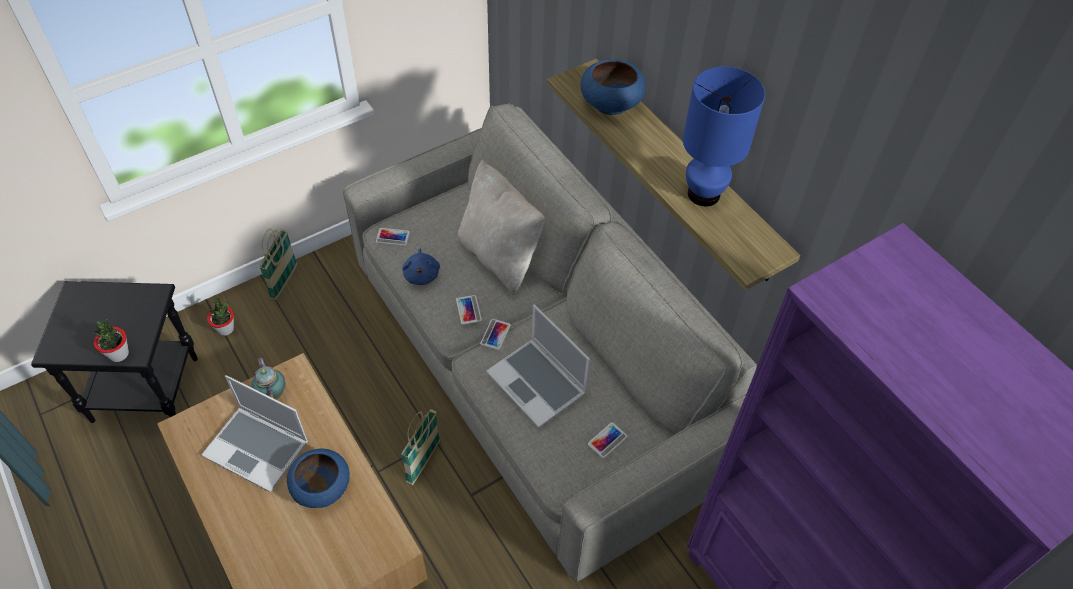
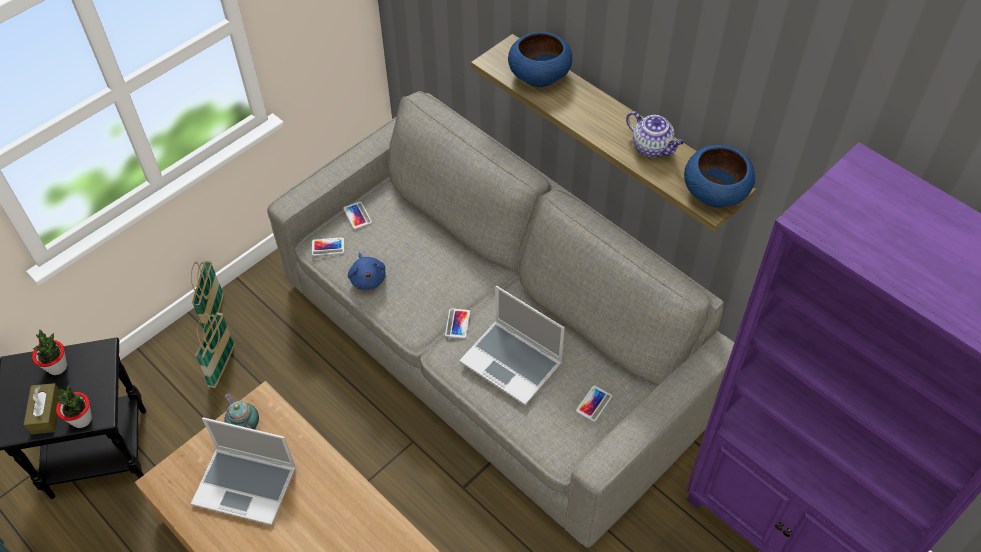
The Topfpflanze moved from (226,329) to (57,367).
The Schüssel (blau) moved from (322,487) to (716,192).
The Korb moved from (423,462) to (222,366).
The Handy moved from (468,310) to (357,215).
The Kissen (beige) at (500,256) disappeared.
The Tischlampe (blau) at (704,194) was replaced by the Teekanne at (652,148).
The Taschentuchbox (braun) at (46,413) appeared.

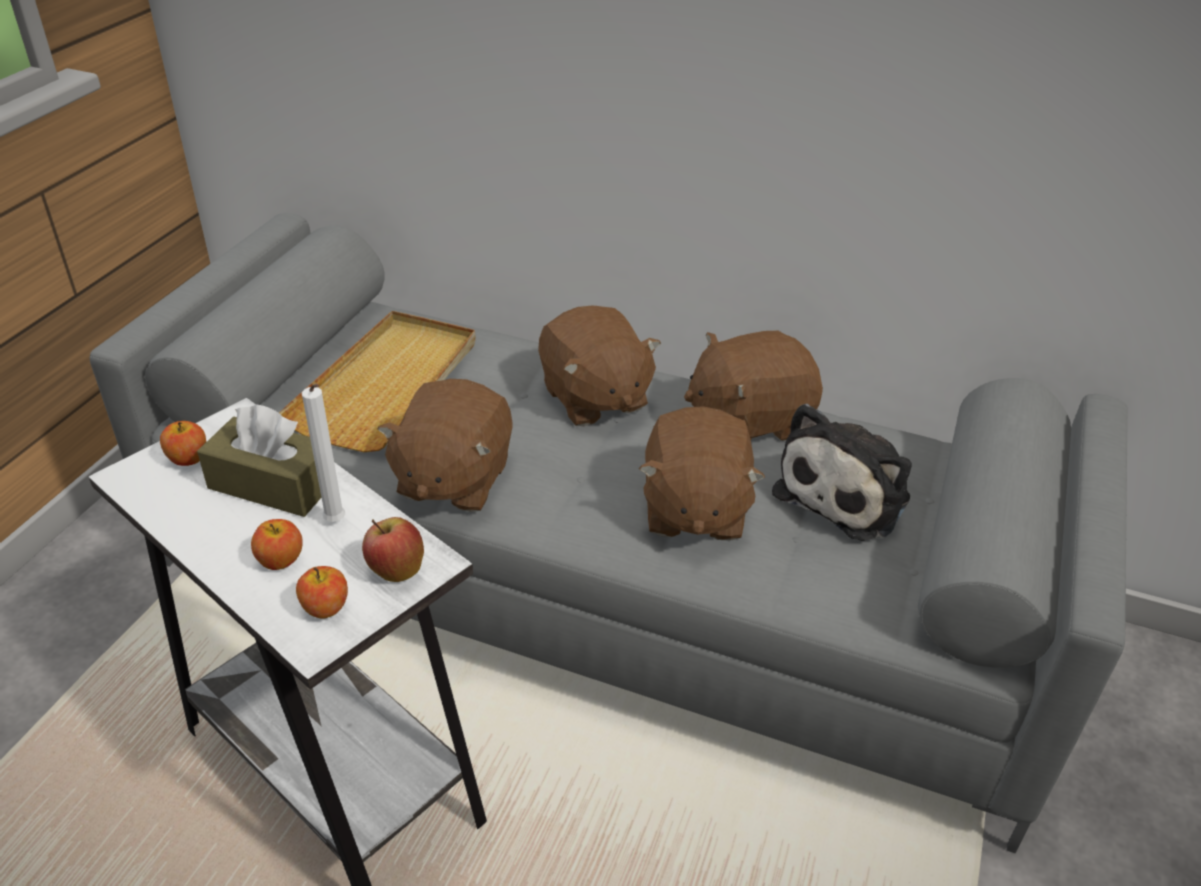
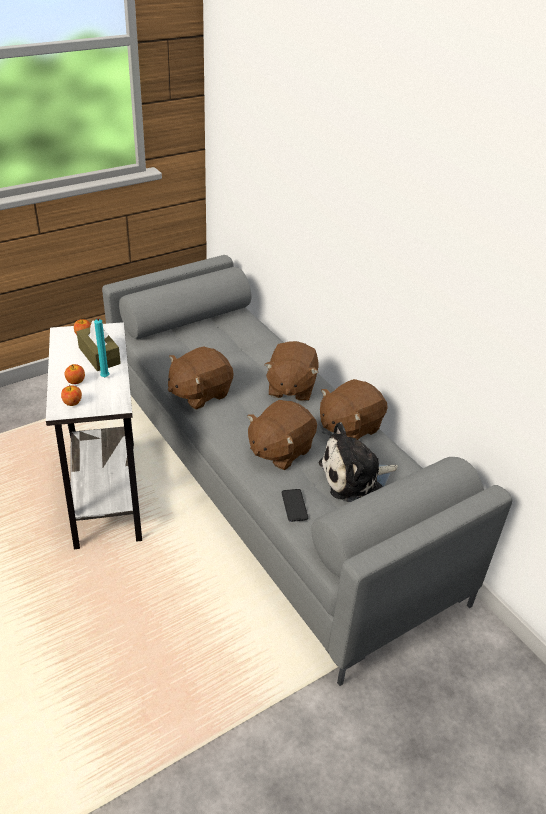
The Tablett (beige) at (388,385) disappeared.
The Kerze (weiß) at (336,523) became the Kerze (türkis) at (104,378).
The Apfel at (396,570) disappeared.
The Plüschtier (braun) at (749,419) turned 60 degrees counterclockwise.
The Handy at (294,505) appeared.

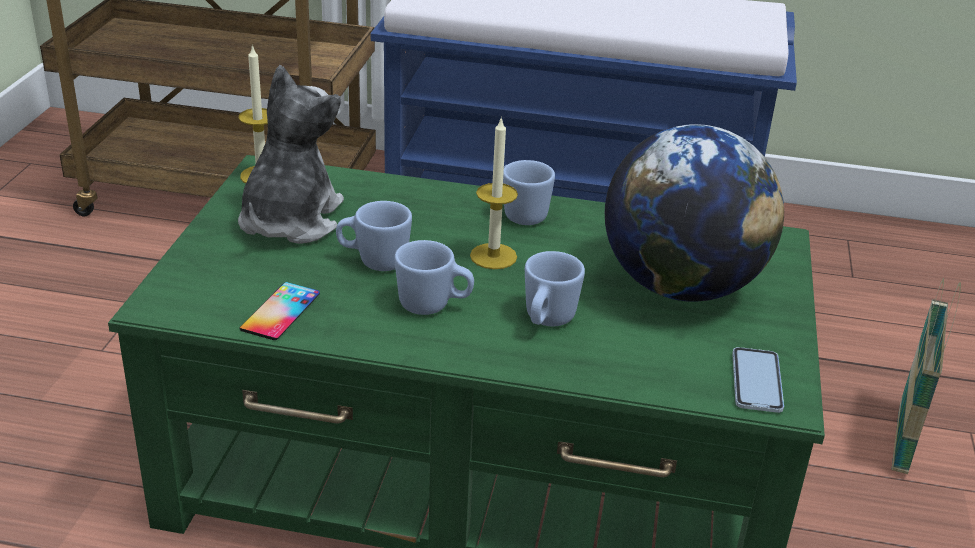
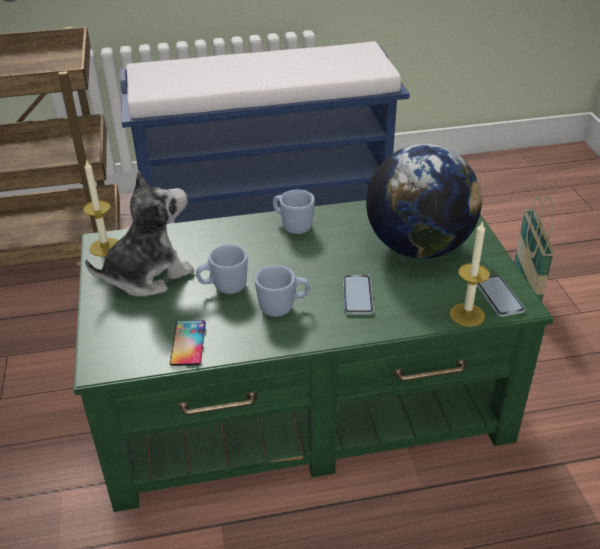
The Plüschtier at (289,220) turned 60 degrees clockwise.
The Kerze moved from (493,256) to (467,315).
The Henkelbecher (blau) at (546,321) was replaced by the Handy at (357,296).

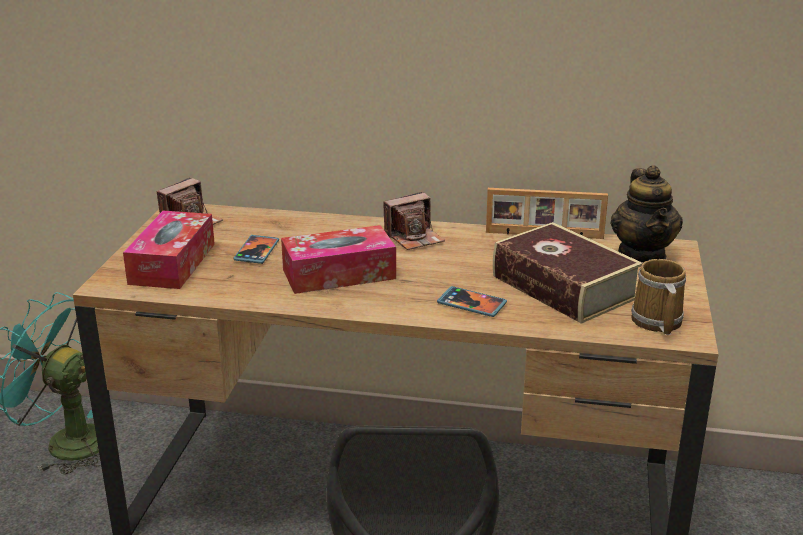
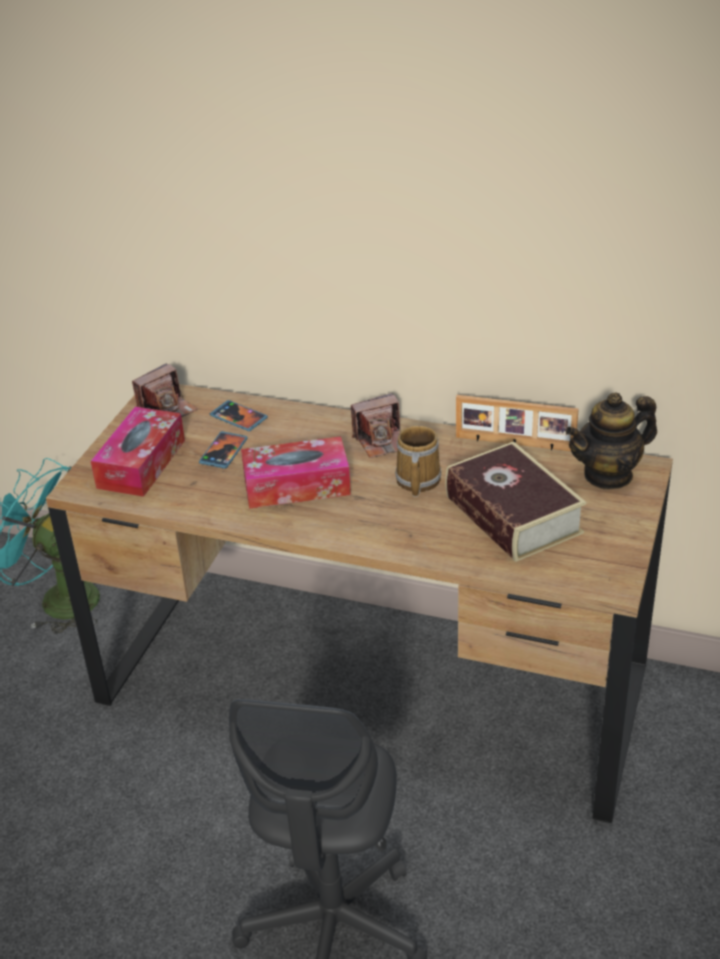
The Handy moved from (471,304) to (238,417).
The Teekanne at (643,254) turned 60 degrees clockwise.
The Henkelbecher moved from (655,322) to (416,481).

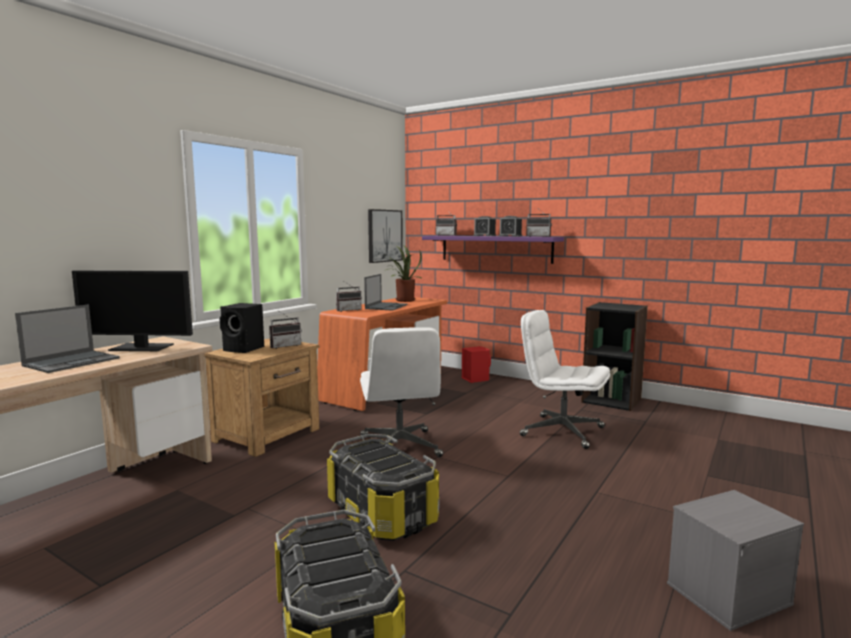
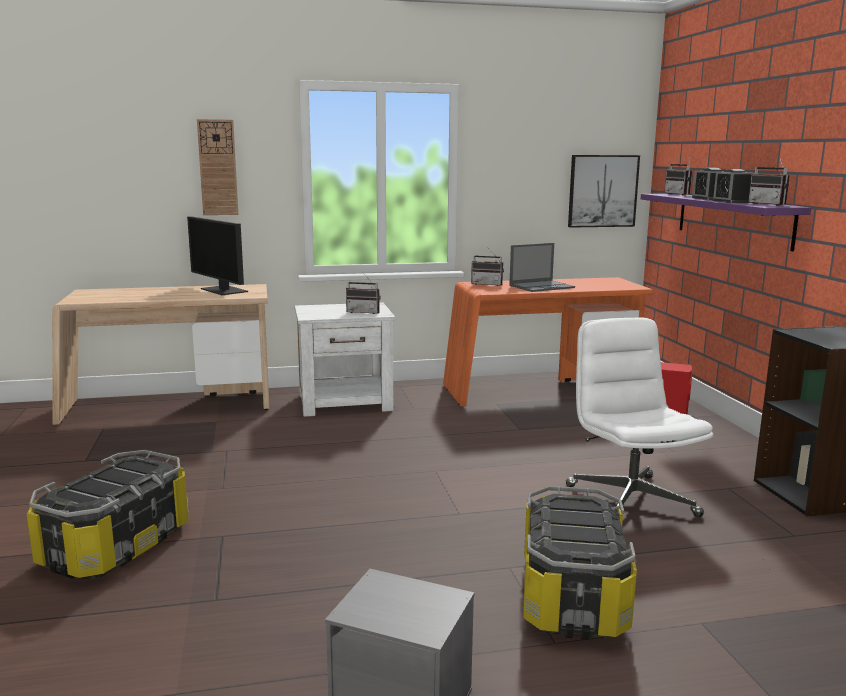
The Laptop at (72,361) disappeared.
The Nachttisch (braun) at (268,435) became the Nachttisch (weiß) at (346,402).
The Lautsprecher (schwarz) at (244,349) disappeared.
The Aufbewahrungsbox moved from (382,512) to (573,596).
The Bürostuhl (weiß) at (400,447) disappeared.
The Topfpflanze at (403,300) disappeared.
The Wanduhr at (218,167) appeared.

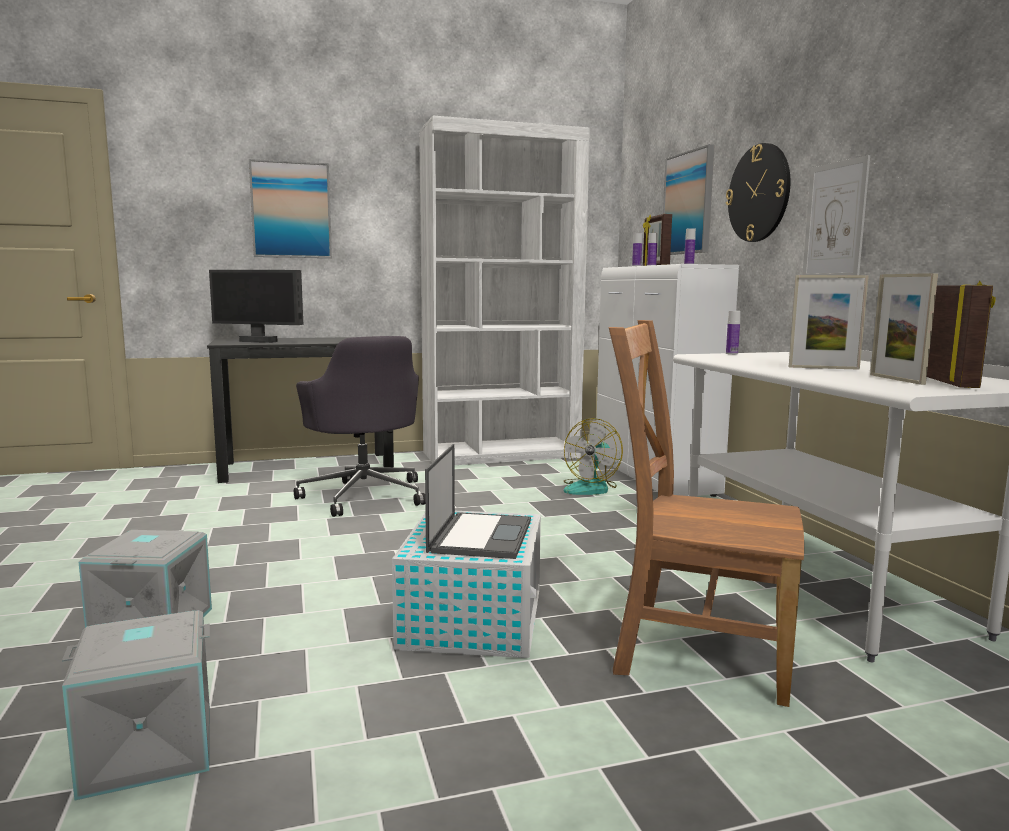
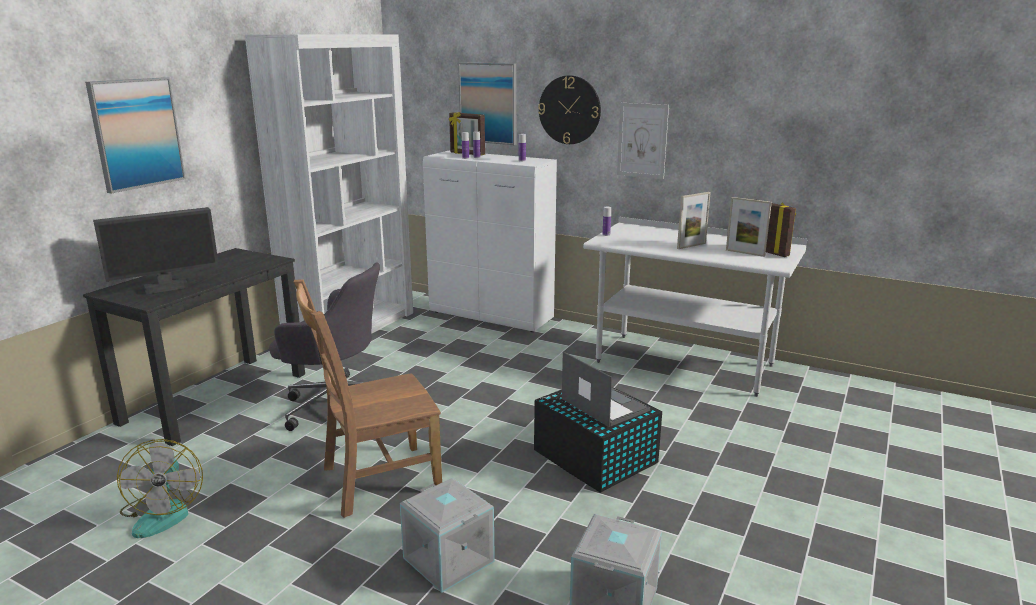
The Aufbewahrungsbox (weiß) at (473,617) became the Aufbewahrungsbox (schwarz) at (594,455).
The Ventilator moved from (591,488) to (164,512).
The Stuhl (braun) moved from (695,650) to (375,480).

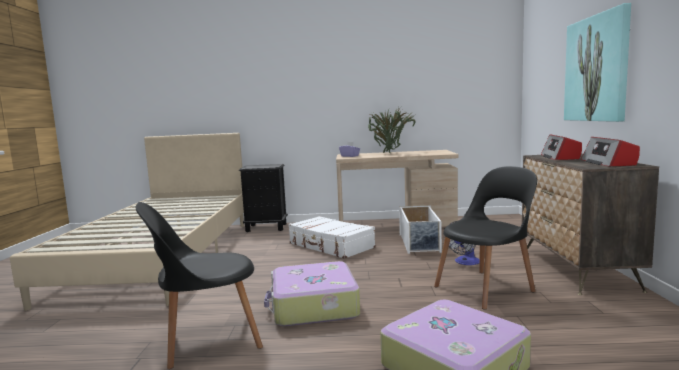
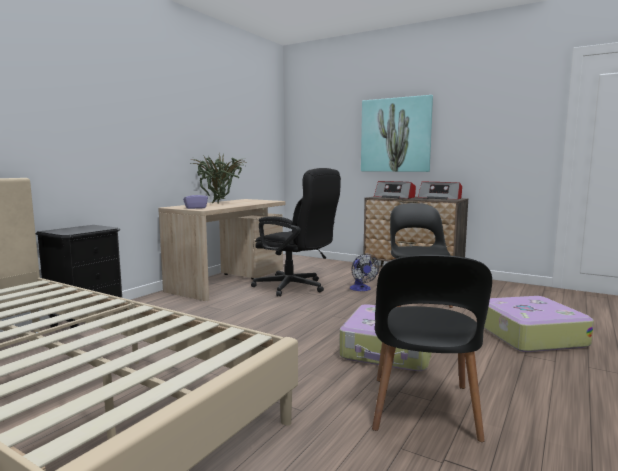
The Koffer (weiß) at (331,246) disappeared.
The Aufbewahrungsbox (weiß) at (419,243) was replaced by the Bürostuhl (schwarz) at (296,287).

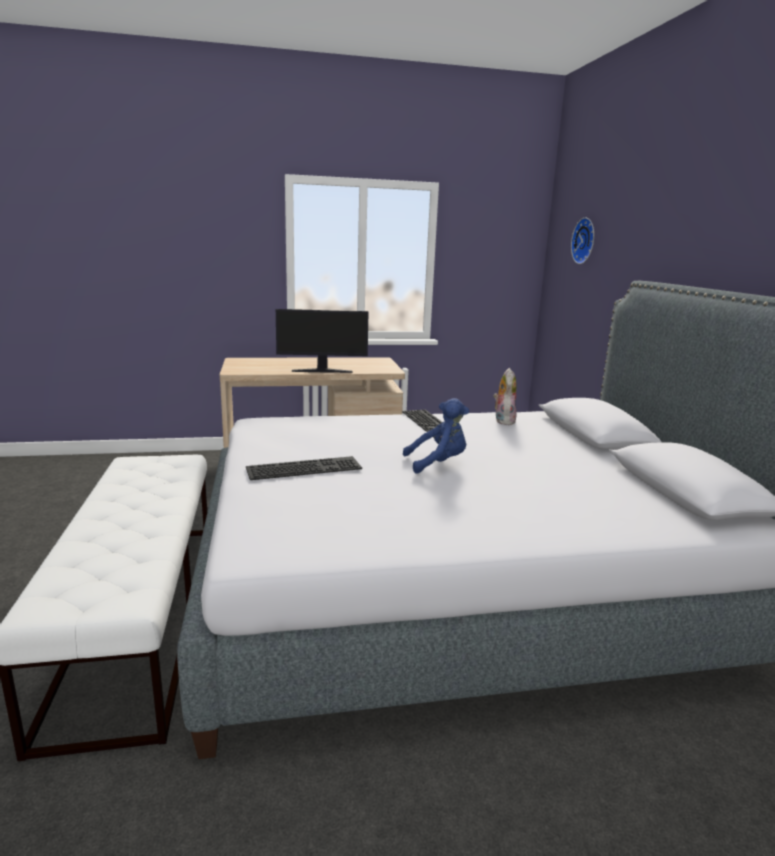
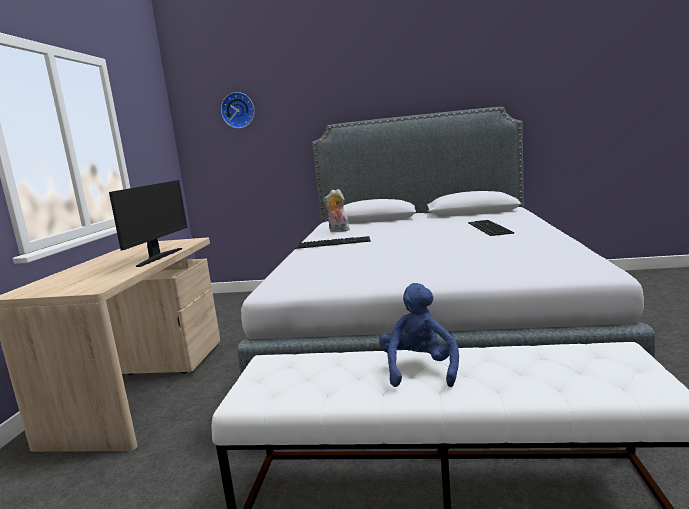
The Tastatur moved from (304,467) to (487,228).
The Plüschtier (blau) moved from (438,463) to (419,369).

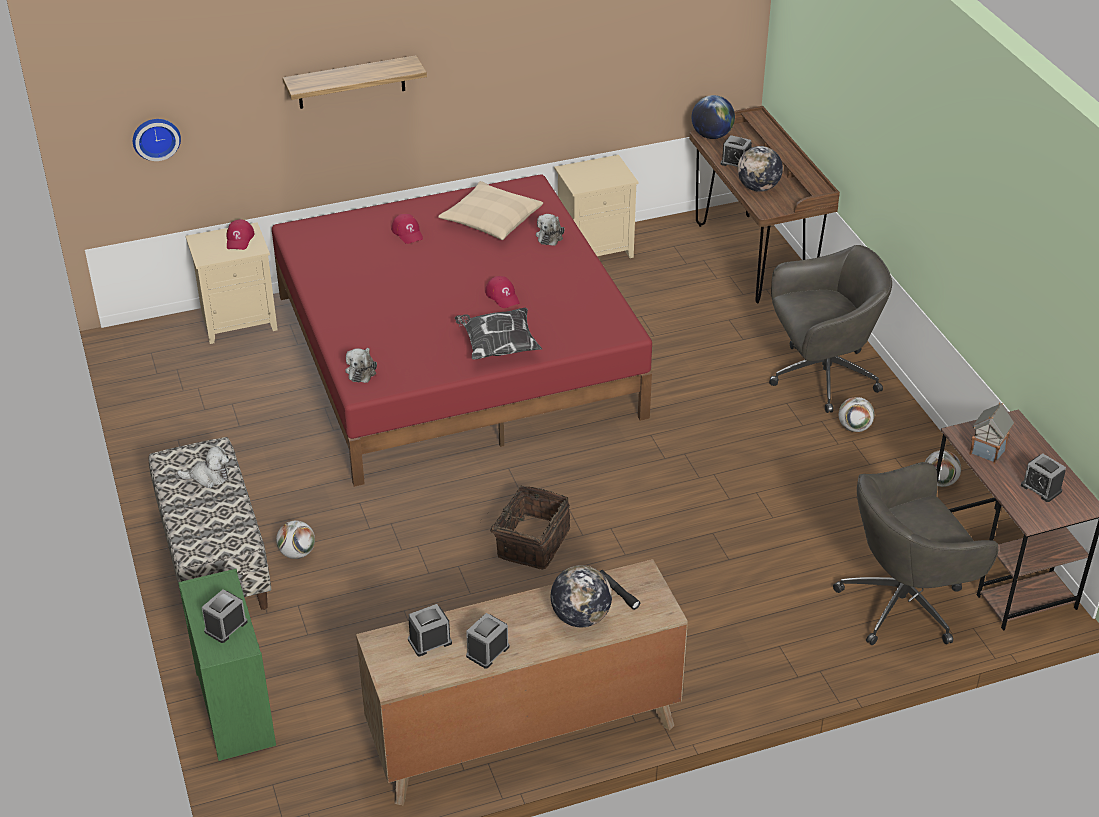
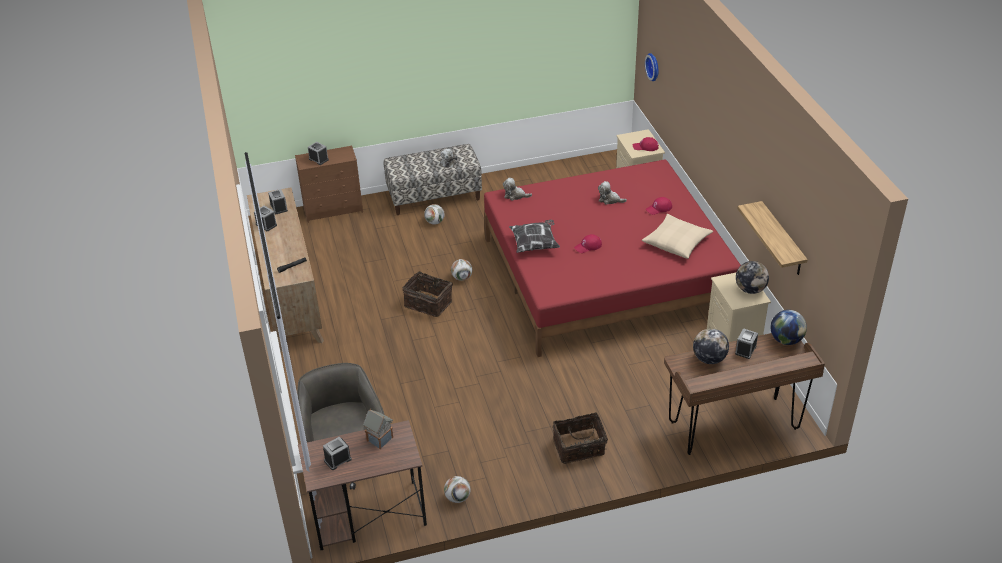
The Kommode (grün) at (234,707) became the Kommode (braun) at (334,209).
The Wandregal moved from (351,82) to (782,240).
The Plüschtier moved from (550,236) to (610,200).
The Globus moved from (580,617) to (750,289).
The Bürostuhl (grau) at (821,377) was replaced by the Korb at (579,448).
The Fußball moved from (854,427) to (462,278).

